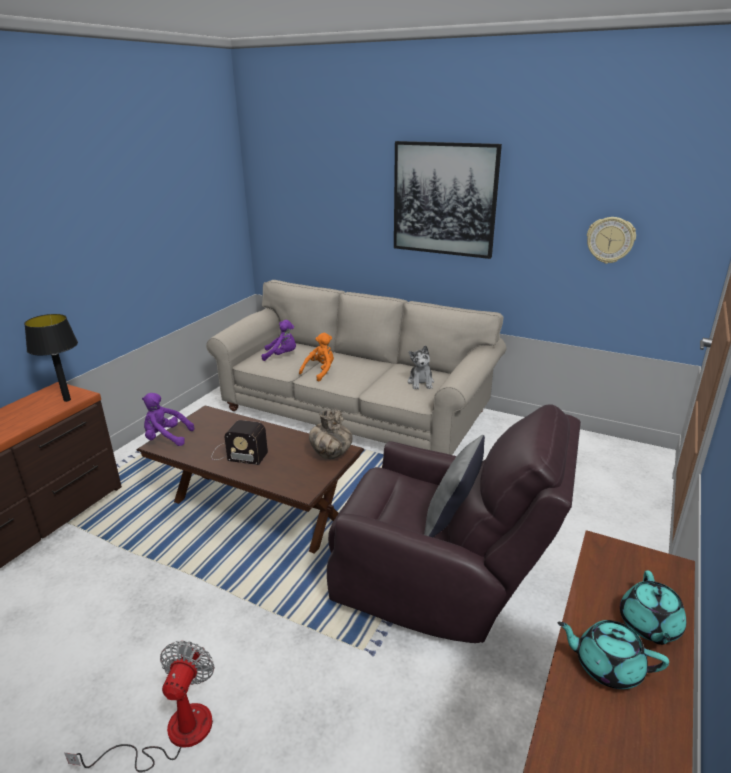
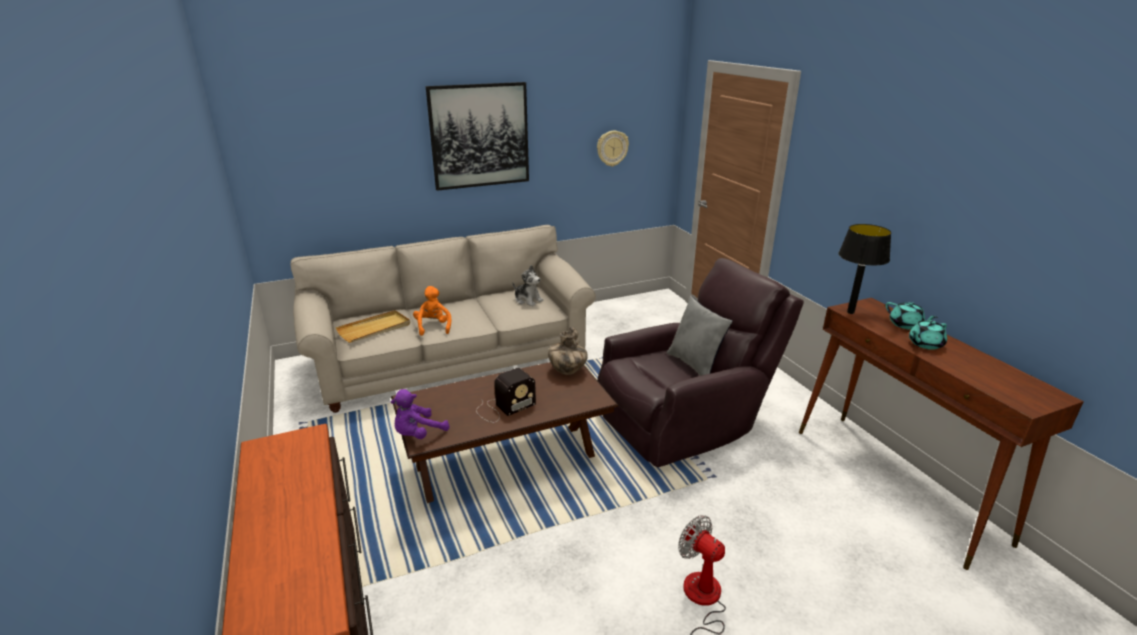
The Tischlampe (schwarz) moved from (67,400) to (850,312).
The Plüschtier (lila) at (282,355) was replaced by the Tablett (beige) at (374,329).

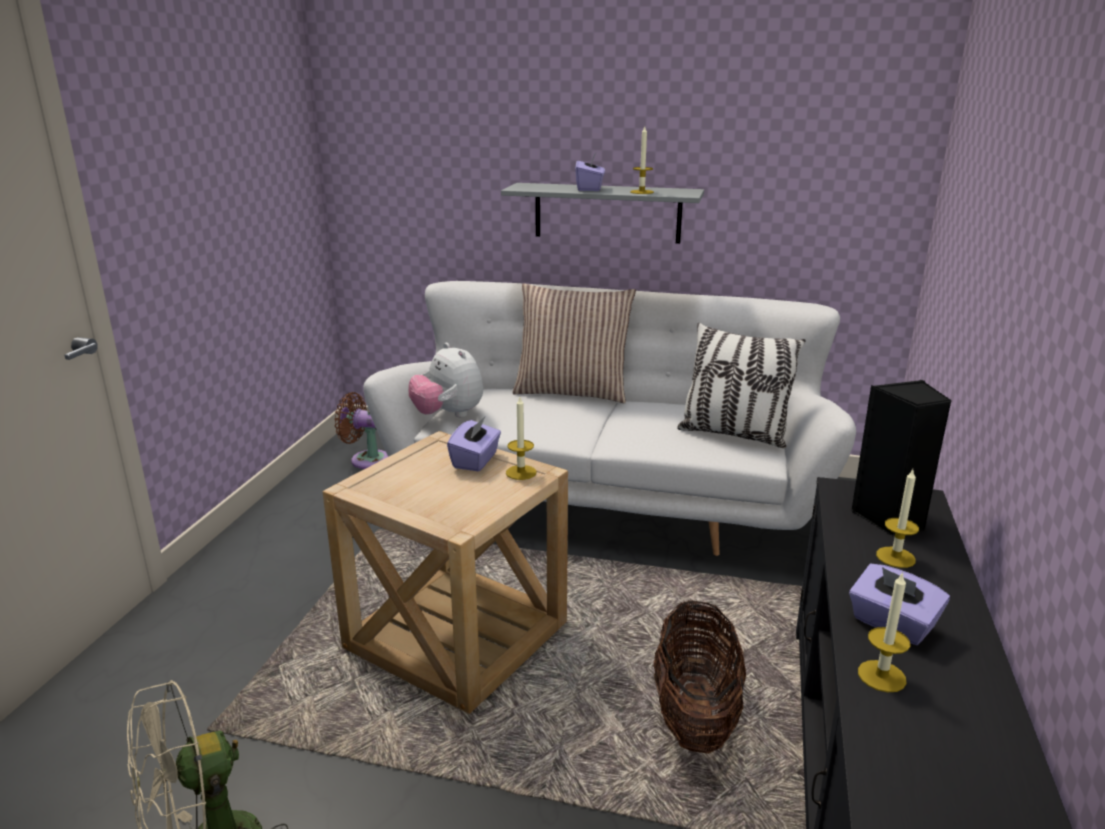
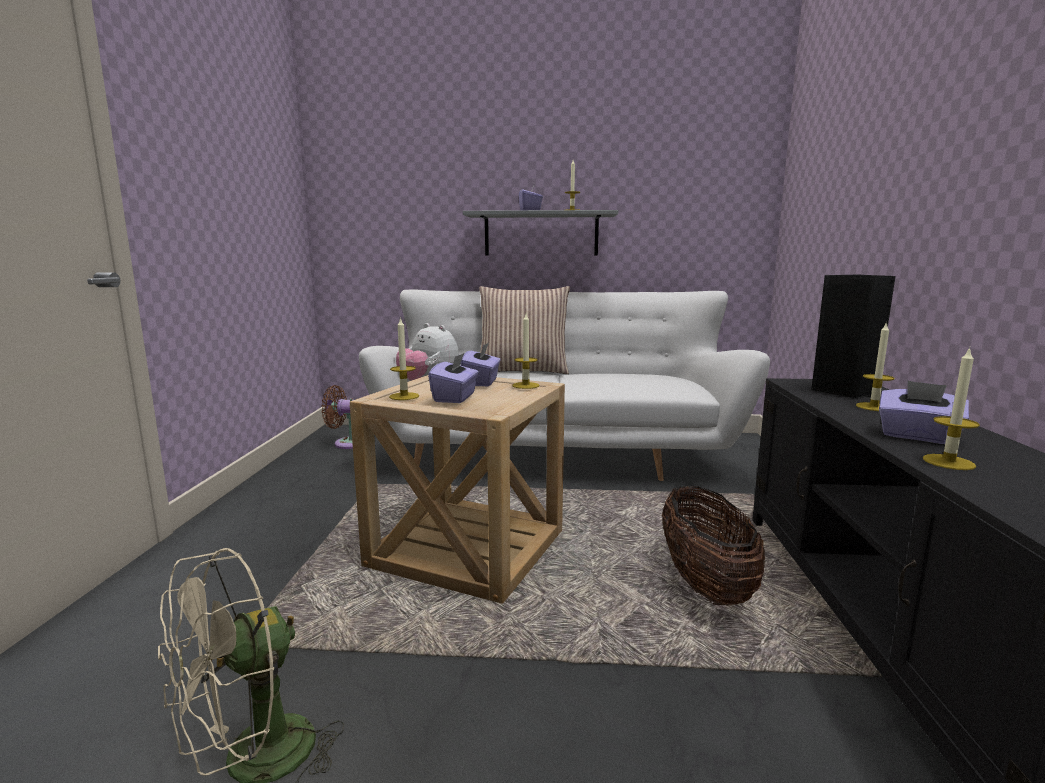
The Kissen at (733,434) disappeared.
The Kerze at (404,396) appeared.
The Taschentuchbox (lila) at (455,397) appeared.

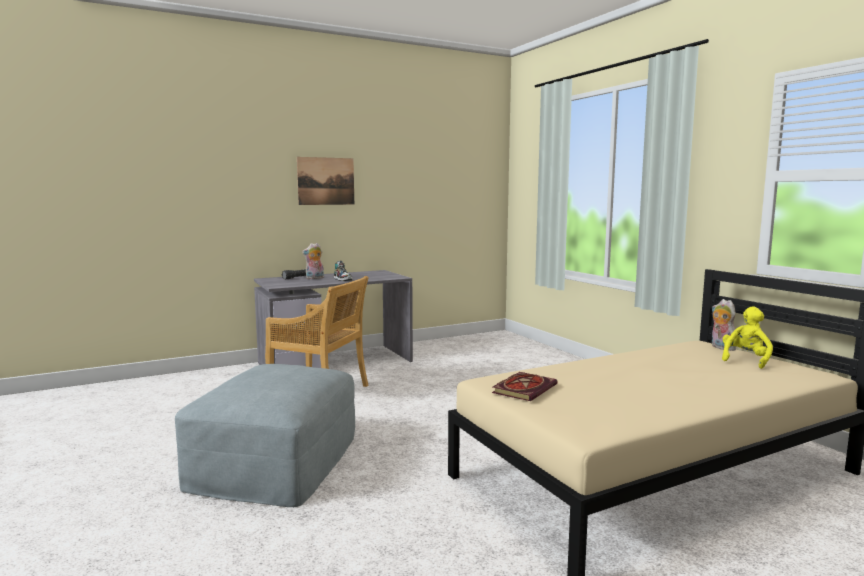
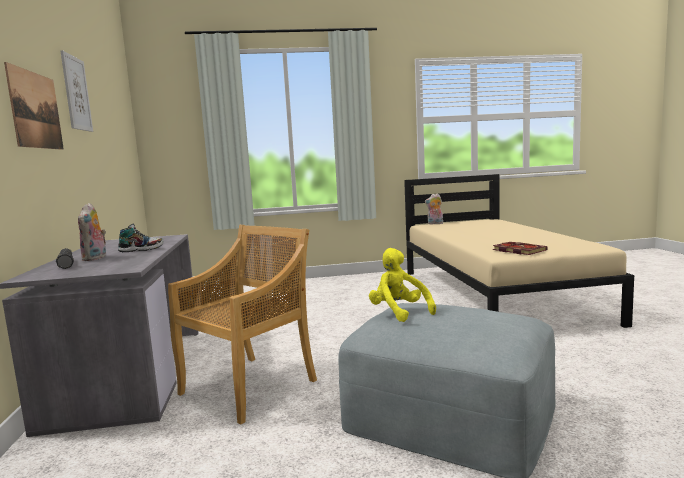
The Plüschtier (gelb) moved from (745,360) to (399,312).
The Bild at (76,93) appeared.

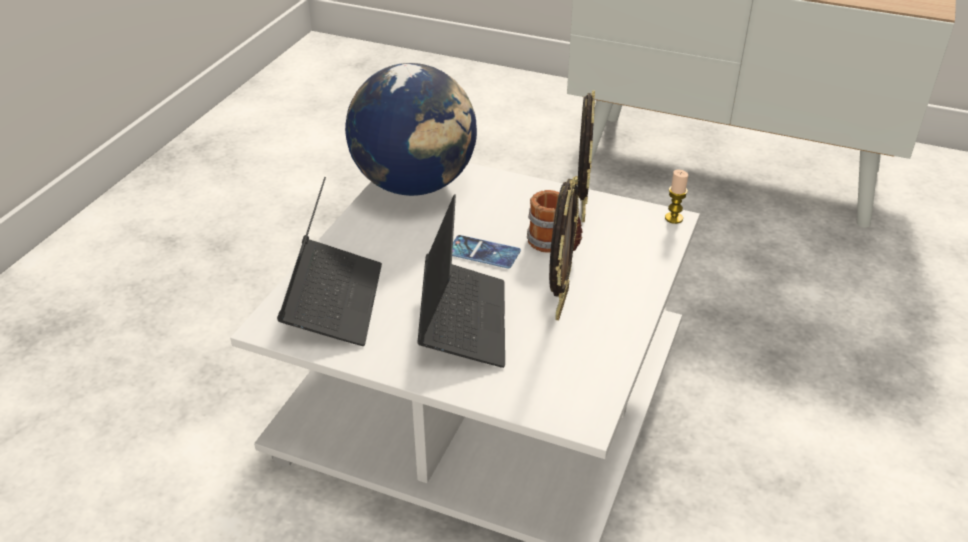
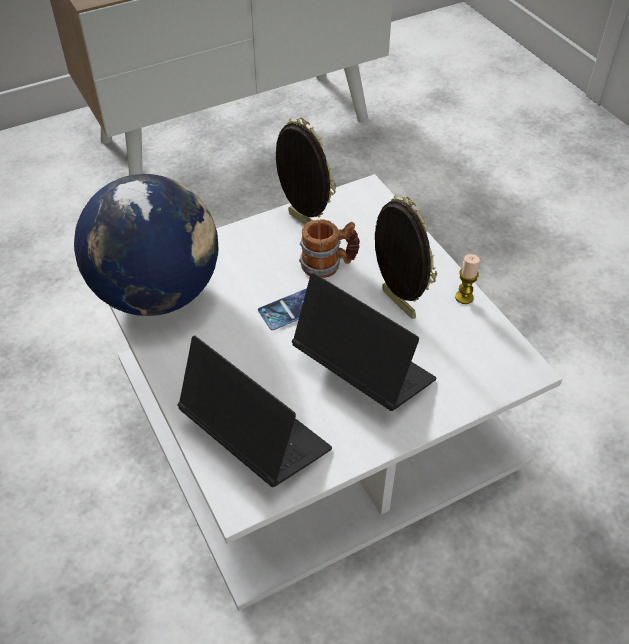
The Kerze moved from (673,218) to (464,297).

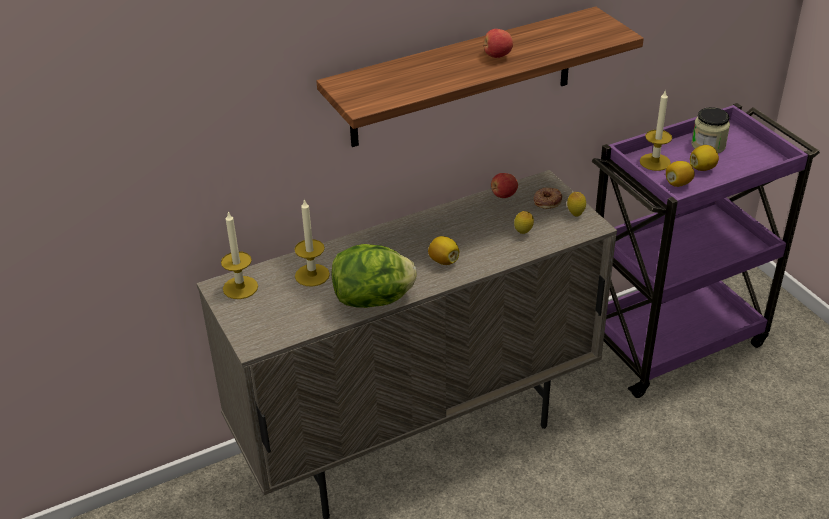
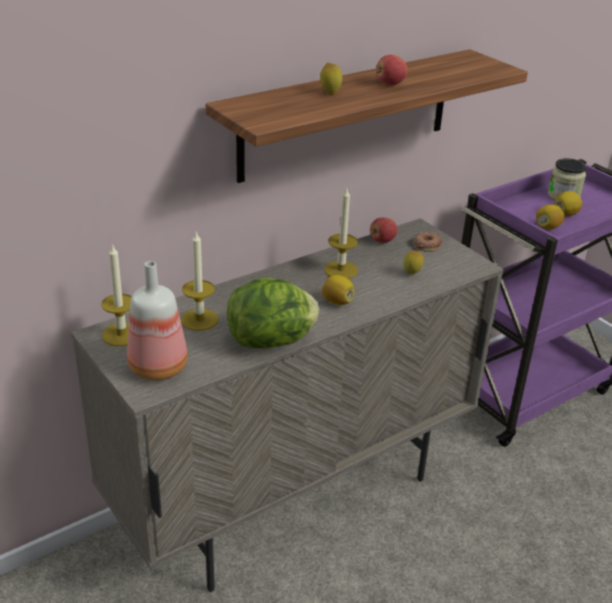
The Zitrone moved from (575,214) to (330,93).
The Kerze moved from (655,162) to (341,270).
The Flasche at (157,366) appeared.

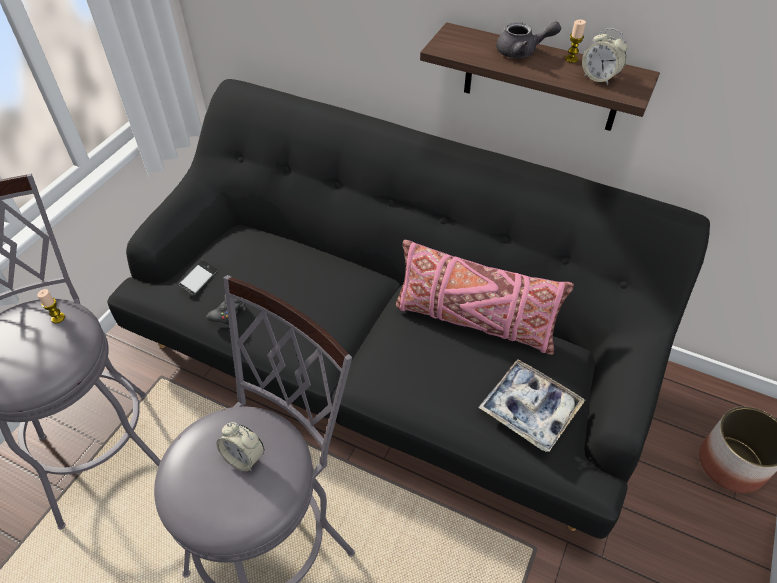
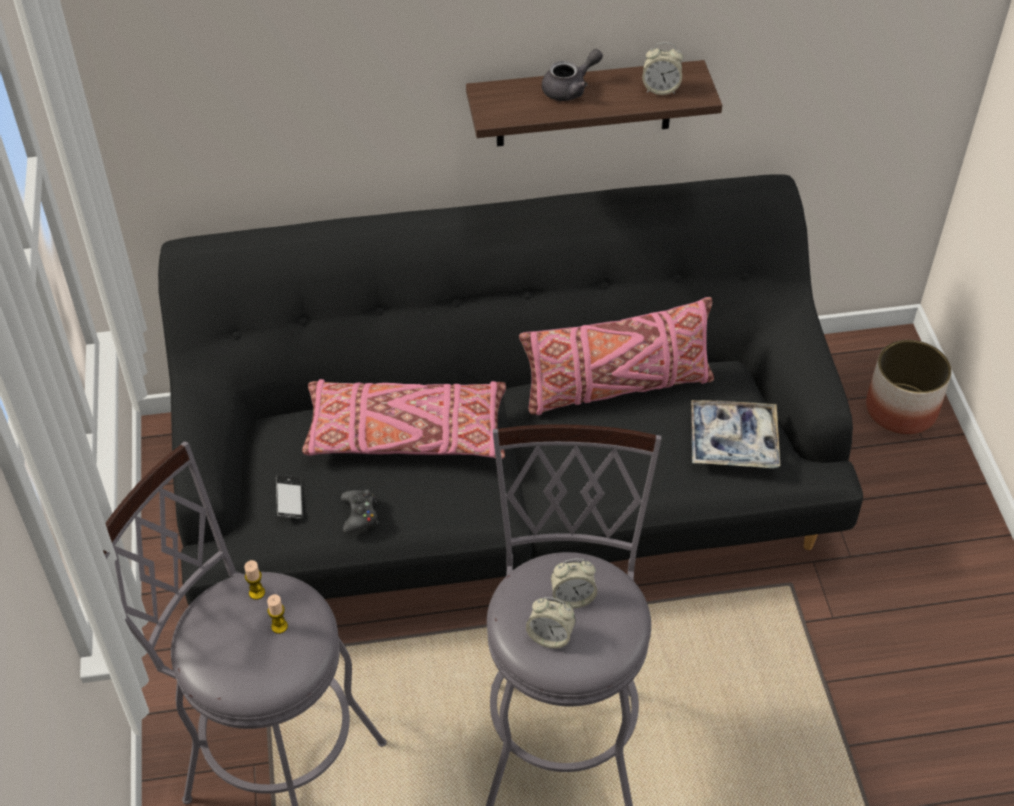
The Kerze moved from (571,59) to (279,626).
The Kissen (rosa) at (405,434) appeared.
The Wecker at (550,636) appeared.

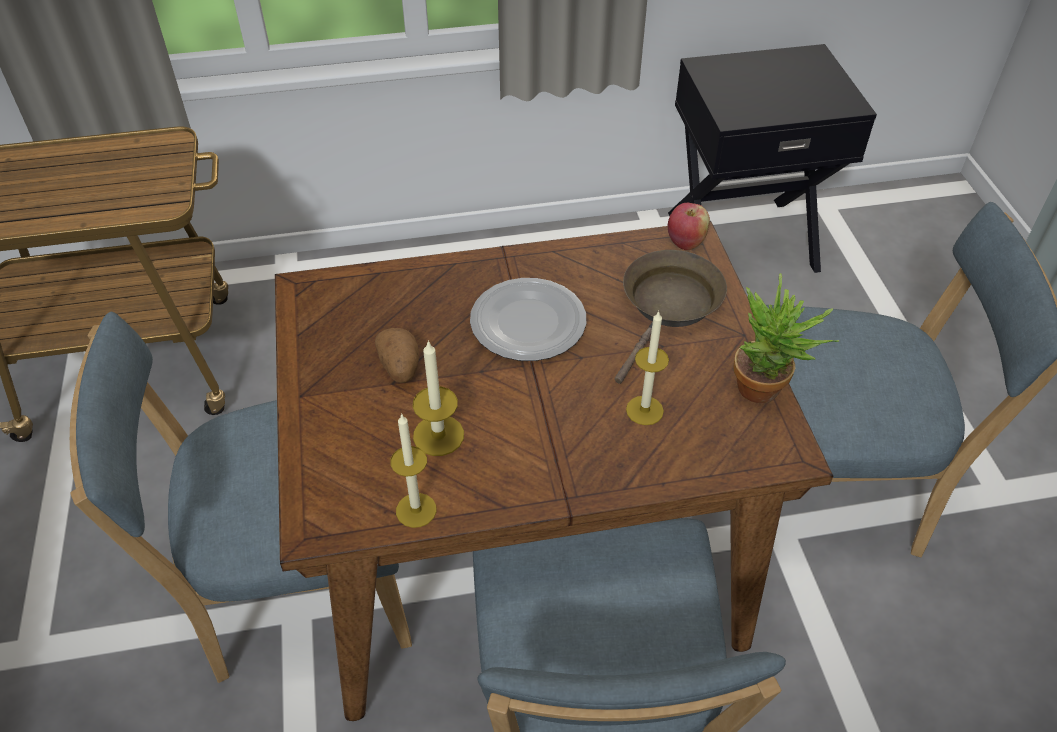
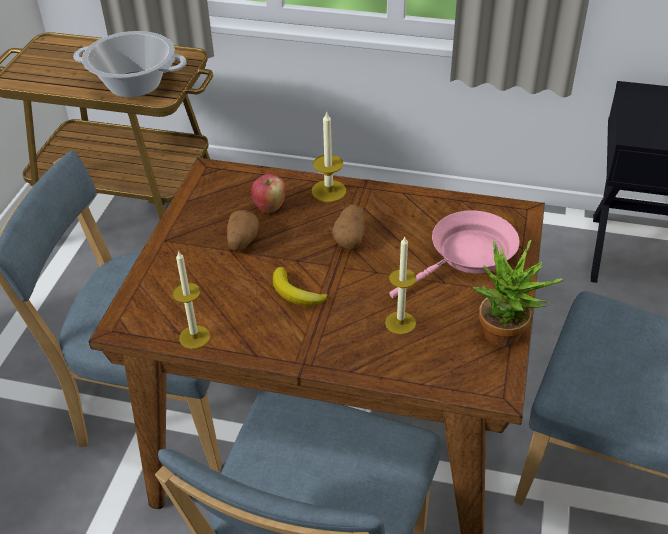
The Kerze moved from (438,435) to (329,191).
The Teller at (527,324) was replaced by the Kartoffel at (350,237).
The Pfanne (braun) at (669,307) became the Pfanne (rosa) at (467,256).
The Apfel moved from (685,242) to (269,207).
The Kochtopf at (134,84) appeared.
The Banane at (296,292) appeared.

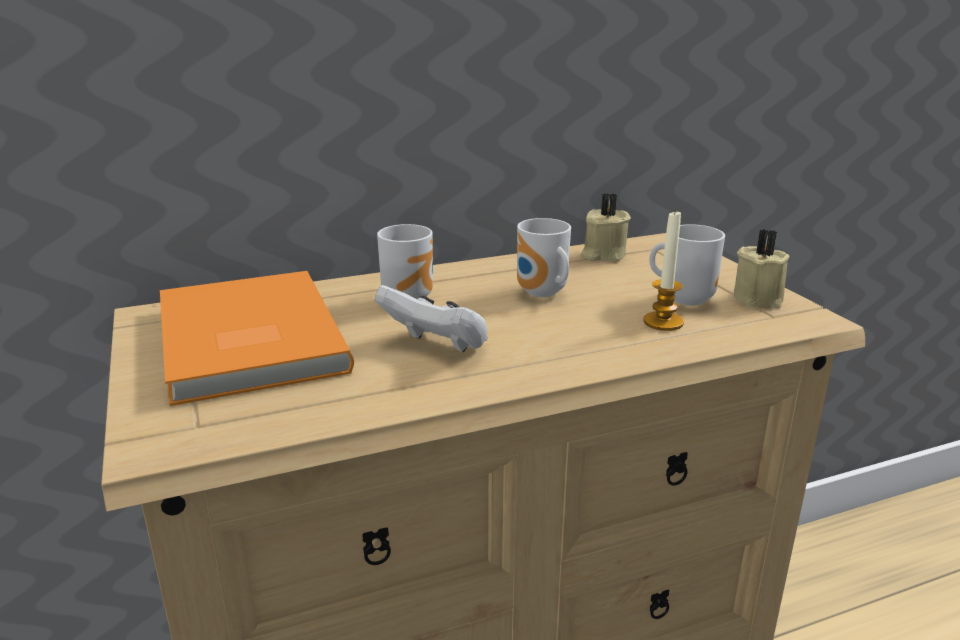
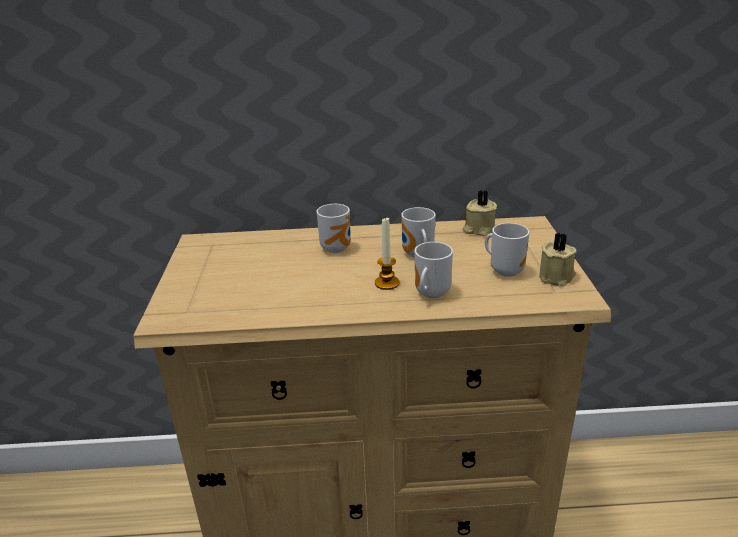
The Buch (orange) at (244,341) disappeared.
The Gamepad (weiß) at (437,346) disappeared.
The Kerze moved from (663,322) to (387,283).
The Henkelbecher at (429,294) appeared.

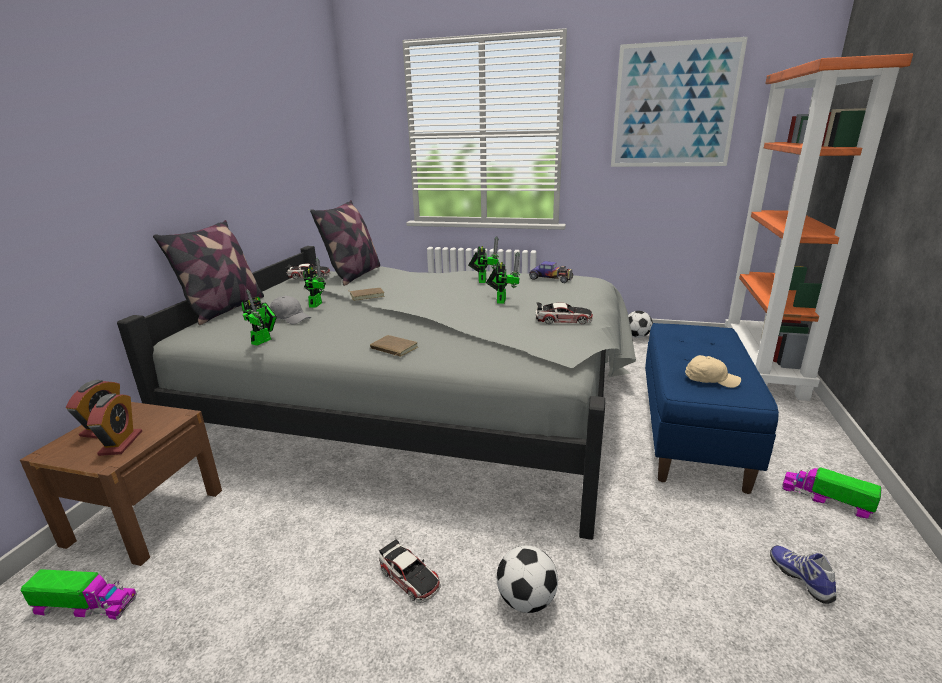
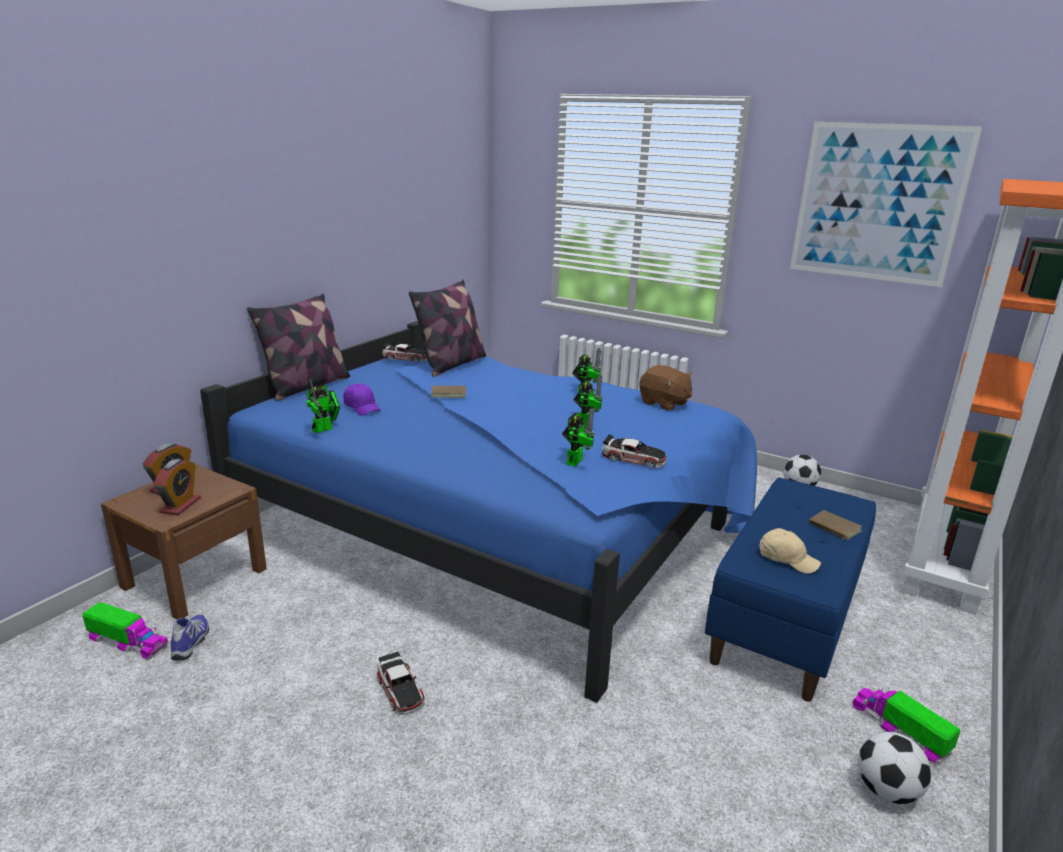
The Bett (grau) at (429,407) became the Bett (blau) at (500,526).
The Kappe (grau) at (291,318) became the Kappe (lila) at (362,407).
The Spielzeugroboter moved from (316,304) to (575,460).
The Buch (braun) moved from (393,349) to (833,528).
The Fußball moved from (526,600) to (886,790).
The Spielzeugauto at (551,278) was replaced by the Plüschtier (braun) at (664,403).
The Schuh moved from (801,578) to (192,642).

